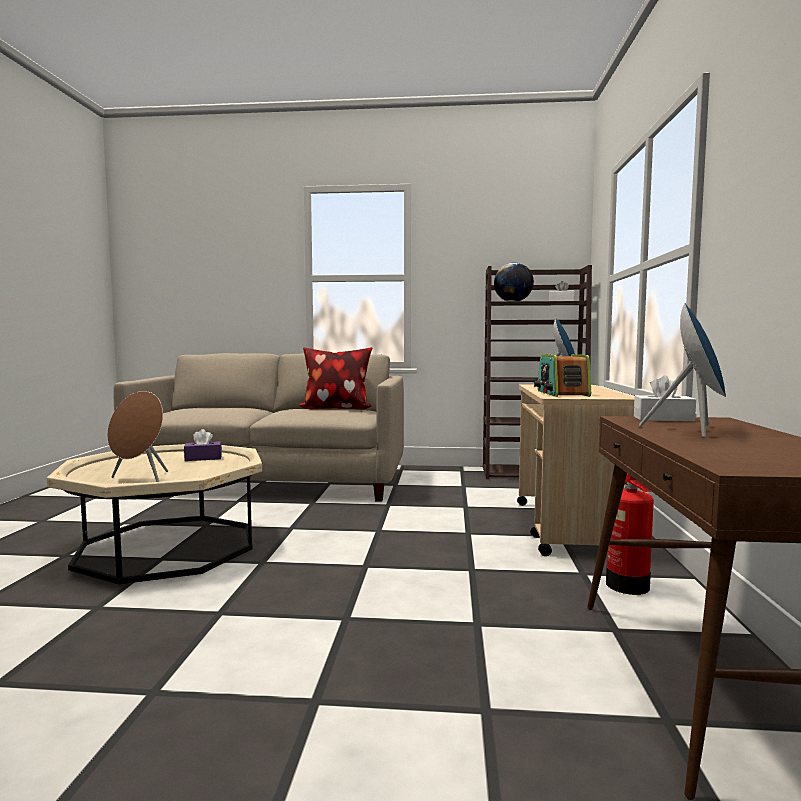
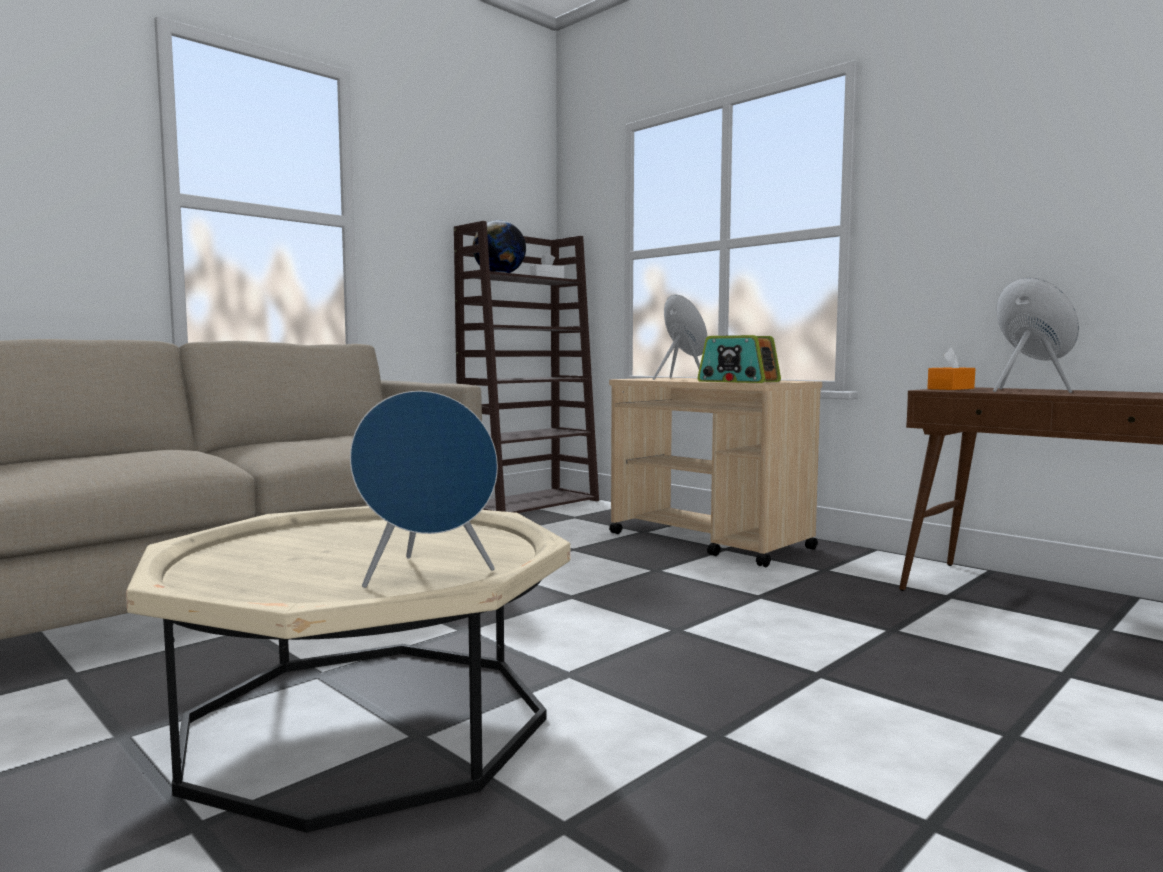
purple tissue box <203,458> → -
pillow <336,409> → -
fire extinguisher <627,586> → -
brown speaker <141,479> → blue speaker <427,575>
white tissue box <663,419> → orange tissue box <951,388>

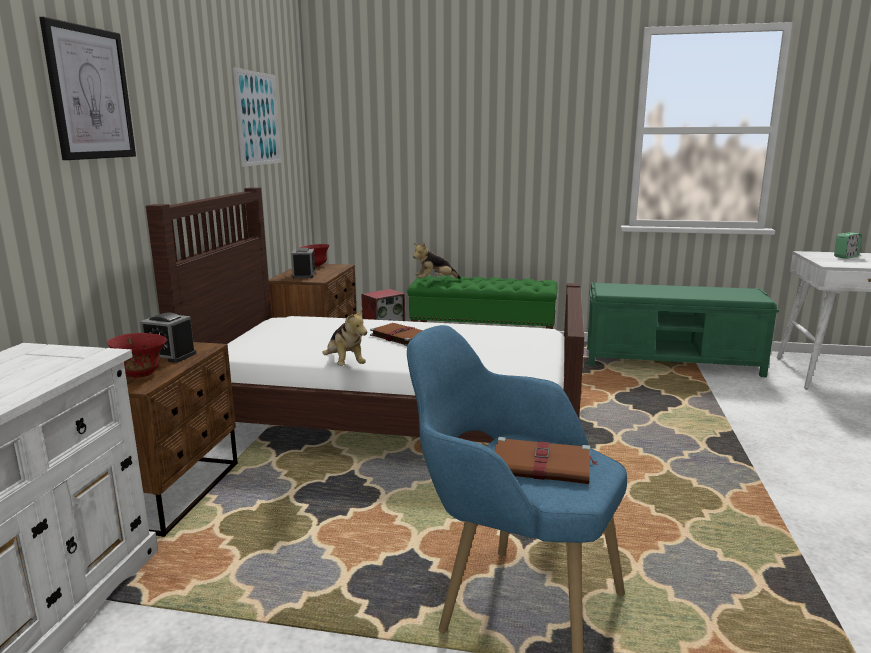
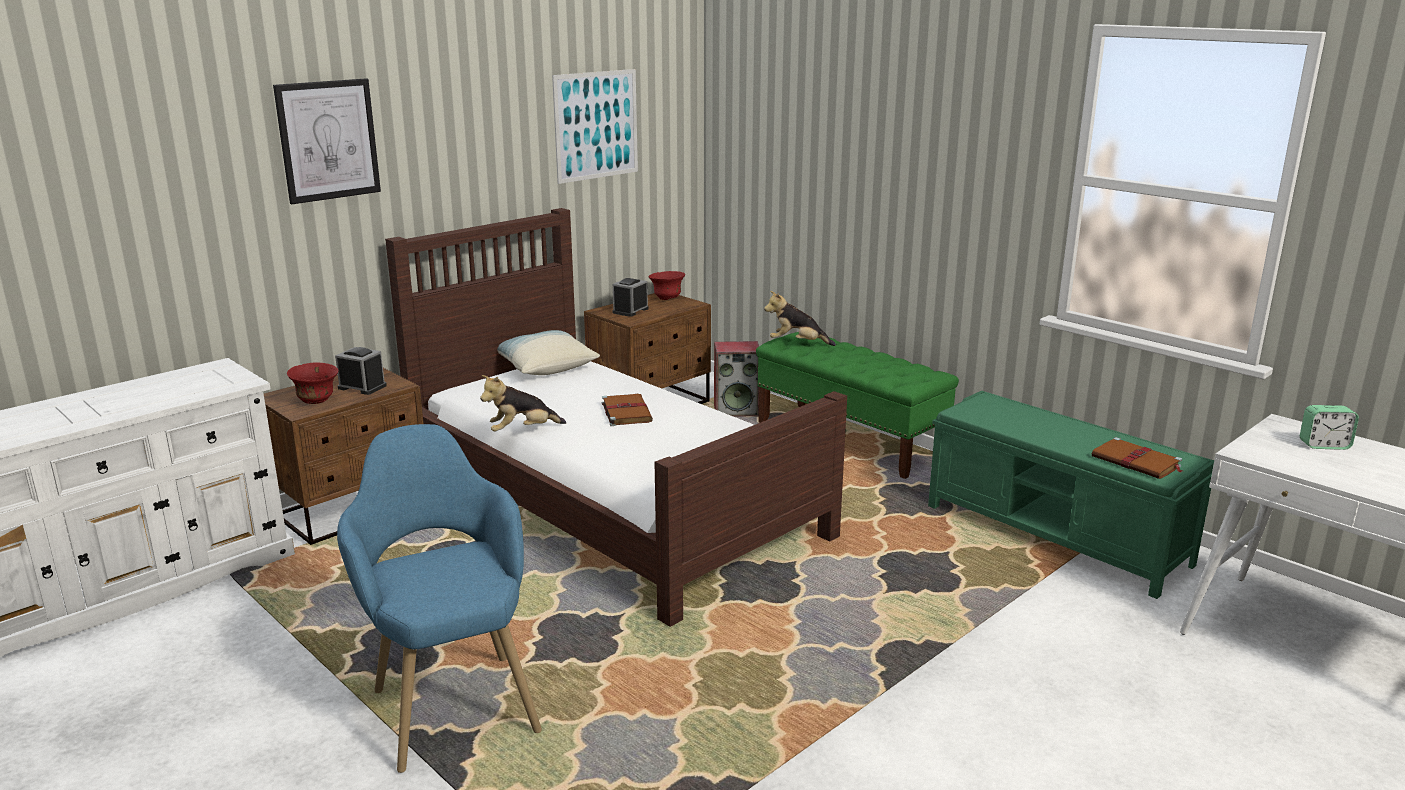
- → pillow <544,367>
brown book <543,465> → brown book <1137,462>, relocated
alarm clock <169,355> → alarm clock <362,387>, 150 degrees clockwise
plush toy <344,364> → plush toy <522,431>, 60 degrees clockwise

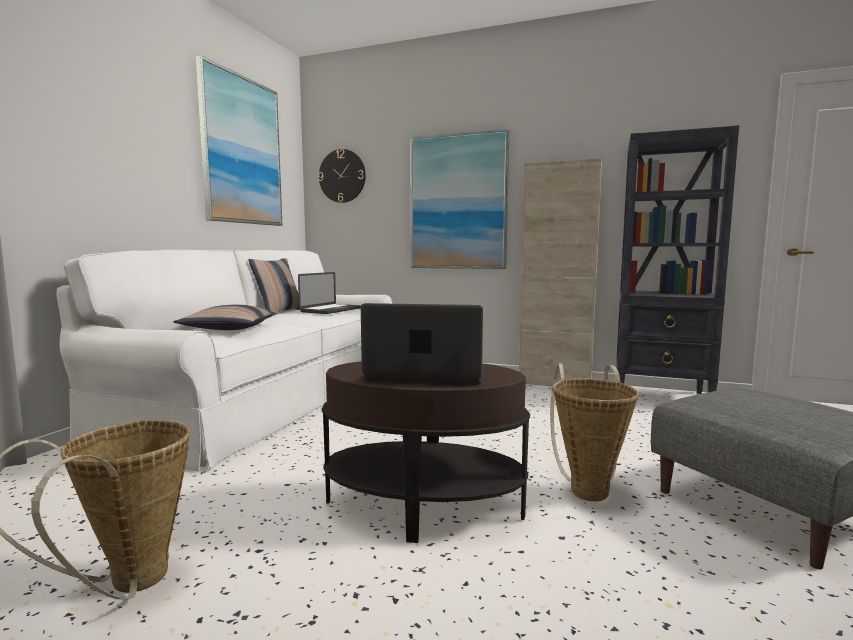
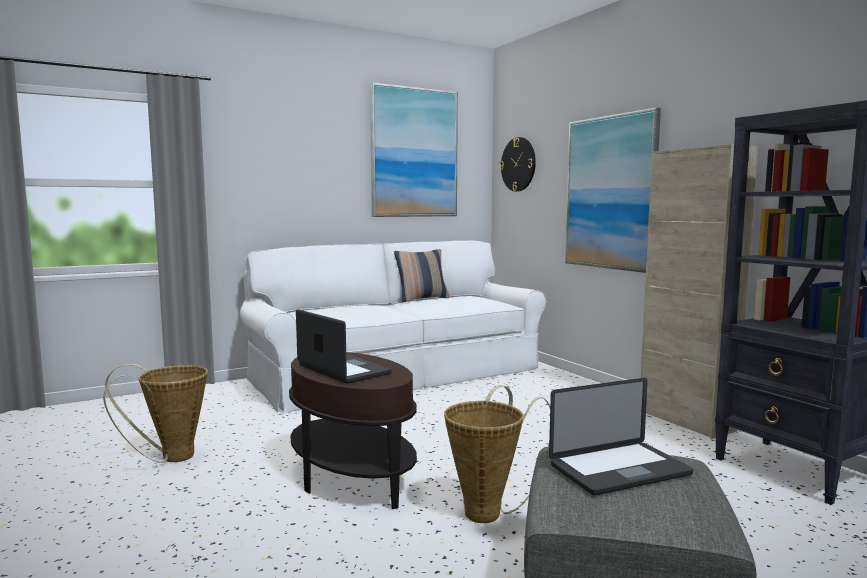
pillow <229,328> → -
laptop <331,310> → laptop <619,470>, relocated

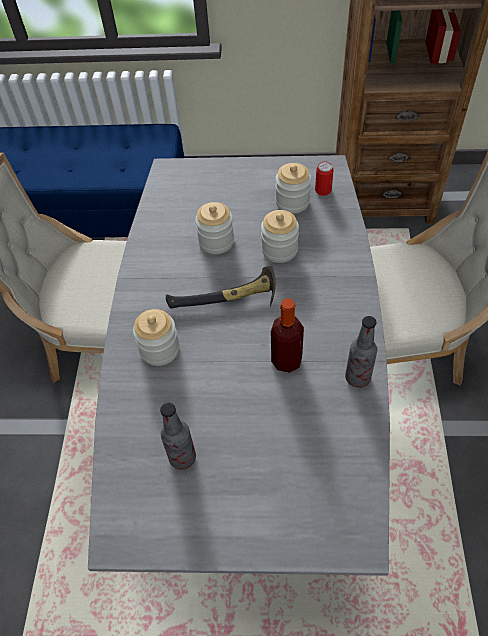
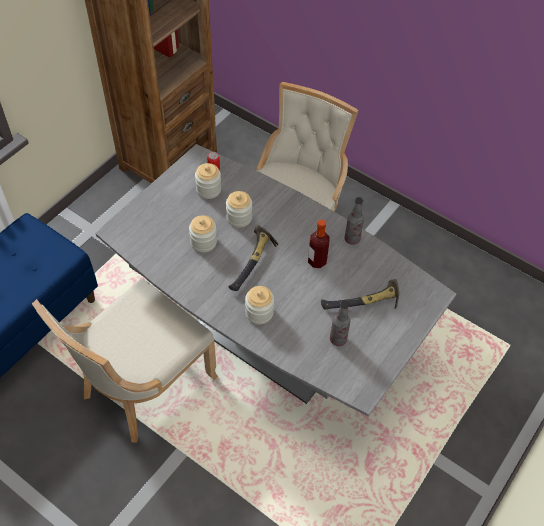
- → hammer <363,304>

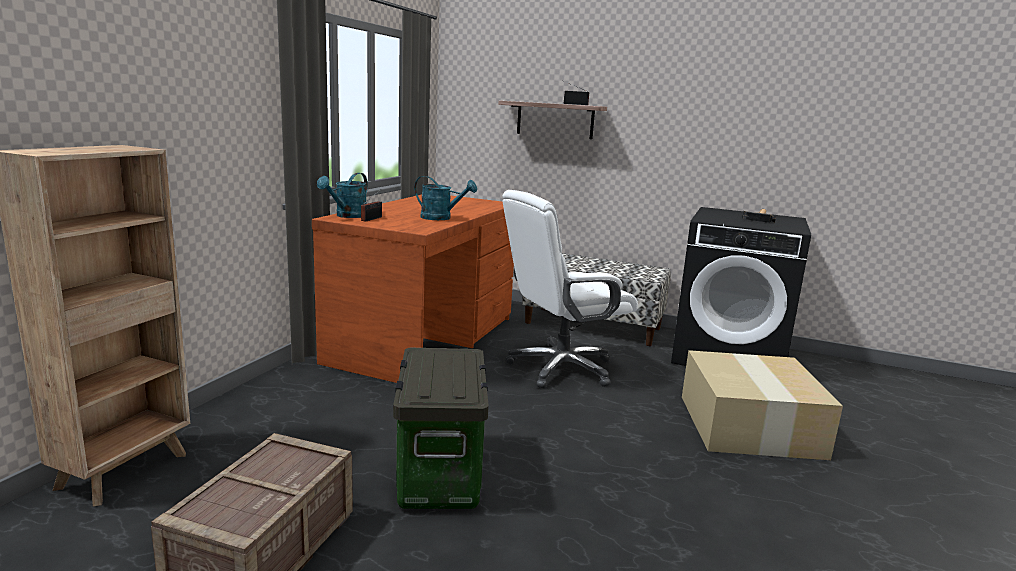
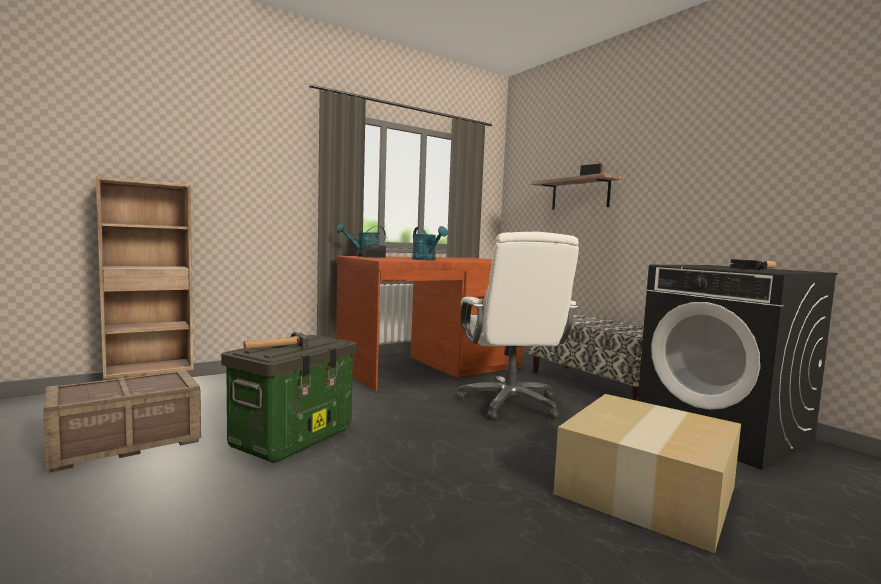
- → hammer <276,347>
white office chair <560,368> → white office chair <510,403>, 105 degrees counterclockwise

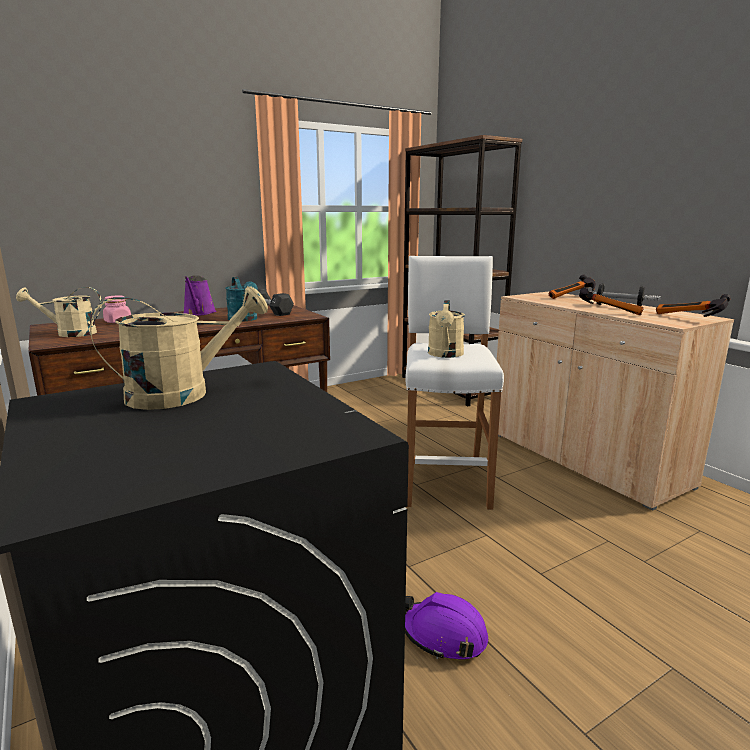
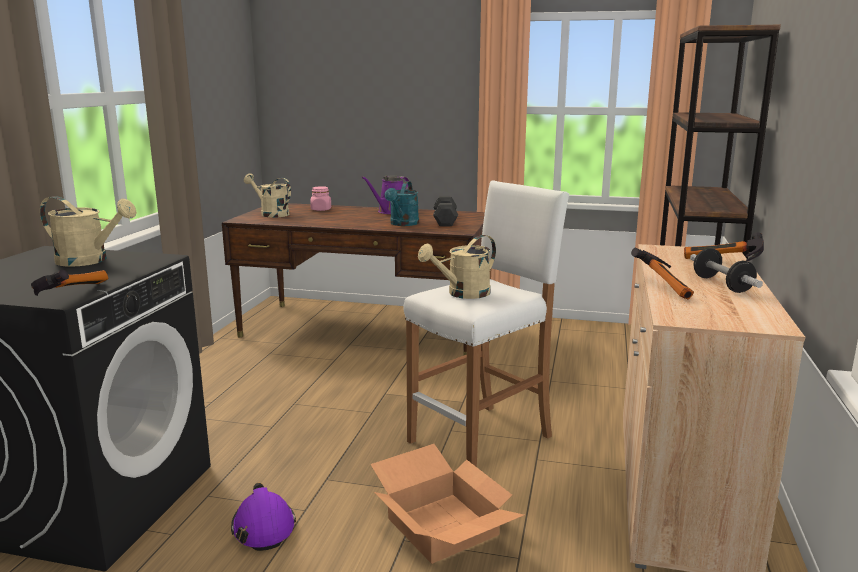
- → cardboard box <444,527>
hammer <687,318> → hammer <71,296>, relocated

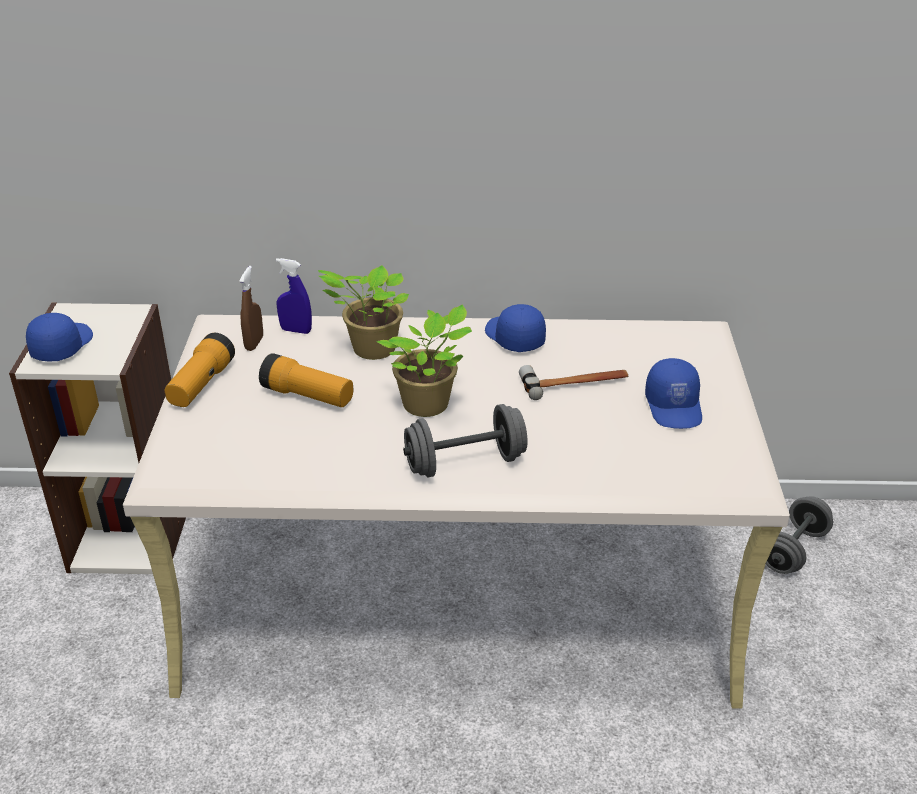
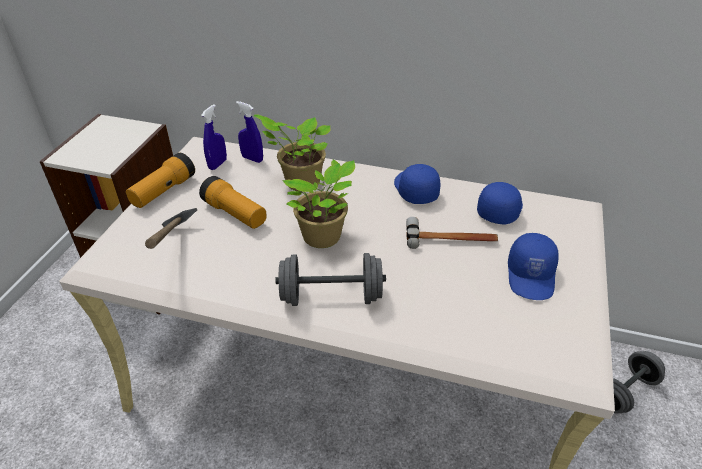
- → hammer <177,255>
blue cap <61,346> → blue cap <499,209>, relocated
brown spray bottle <254,343> → blue spray bottle <217,164>

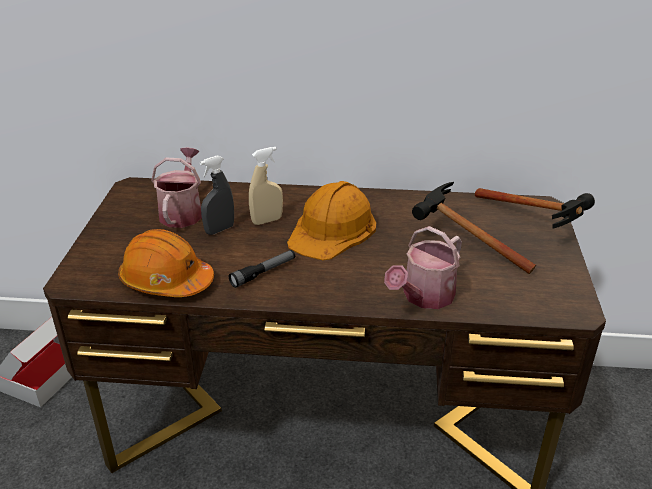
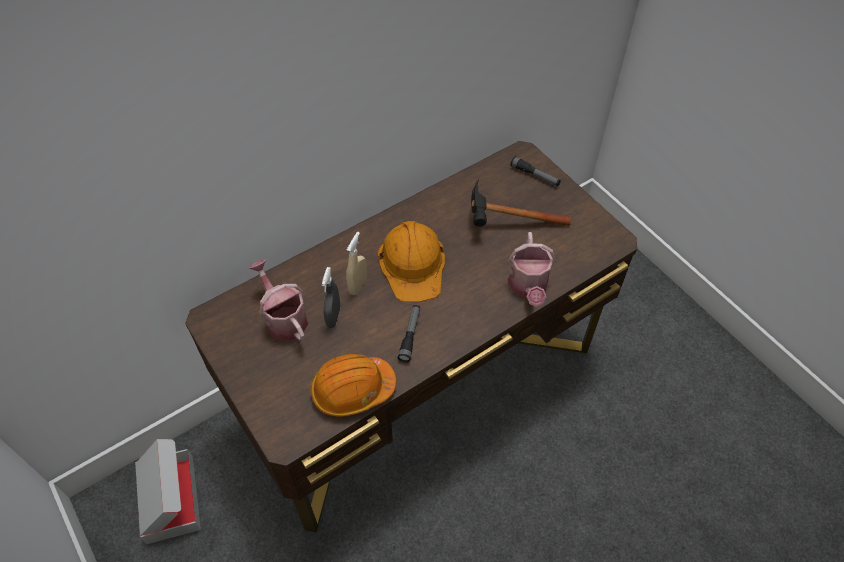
hammer <537,225> → flashlight <535,175>

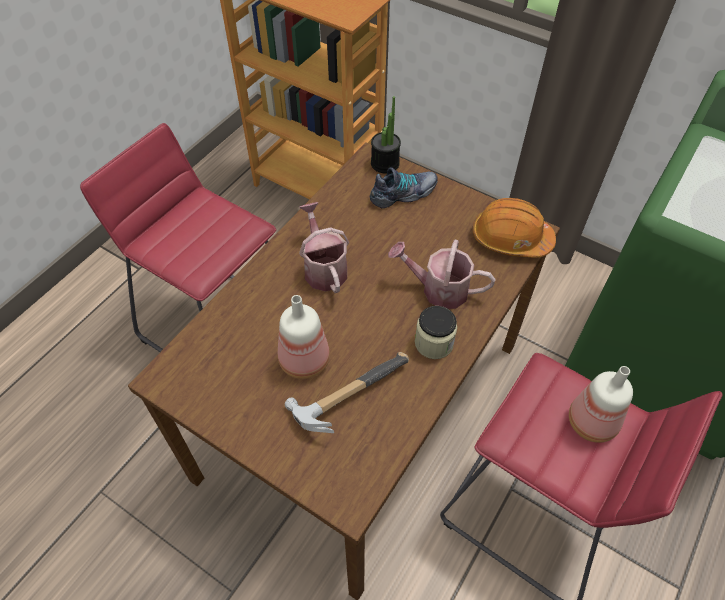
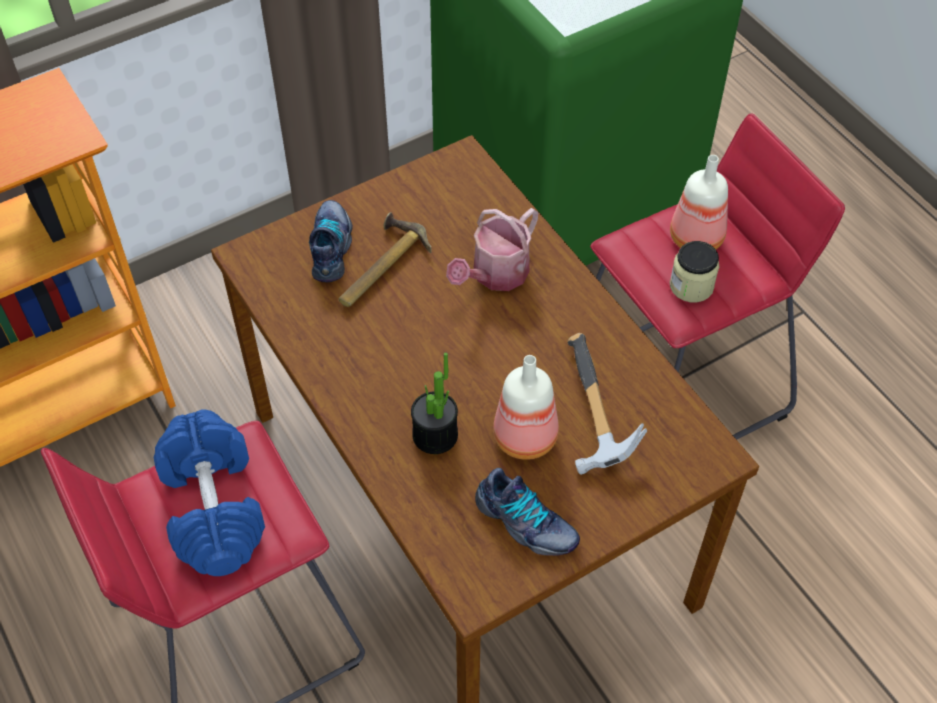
watering can <323,268> → -
orange hard hat <510,238> → -
- → blue dumbbell <214,508>
- → hammer <379,267>
- → shoe <525,523>
potted plant <385,163> → potted plant <435,435>, relocated
jar <434,343> → jar <691,286>, relocated

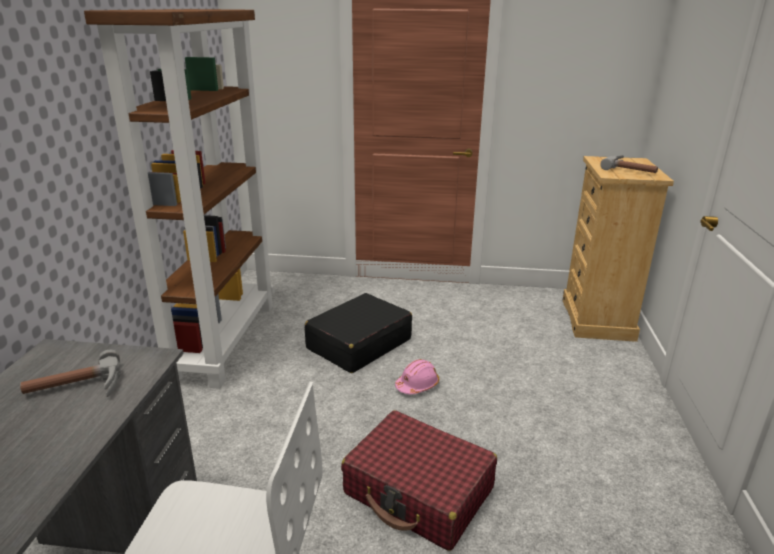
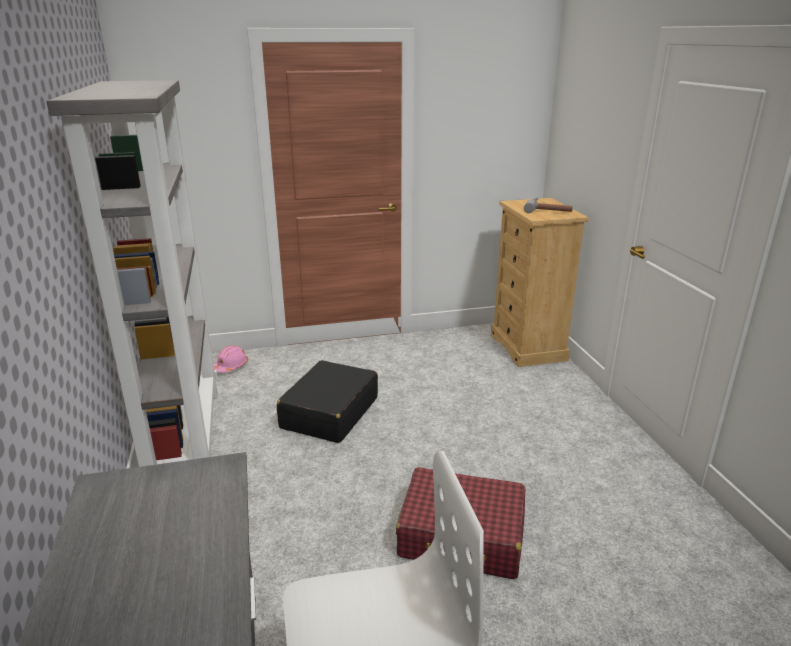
hammer <75,390> → -
pink hard hat <417,385> → pink hard hat <231,366>, relocated
brown bookcase <224,340> → grey bookcase <184,438>

